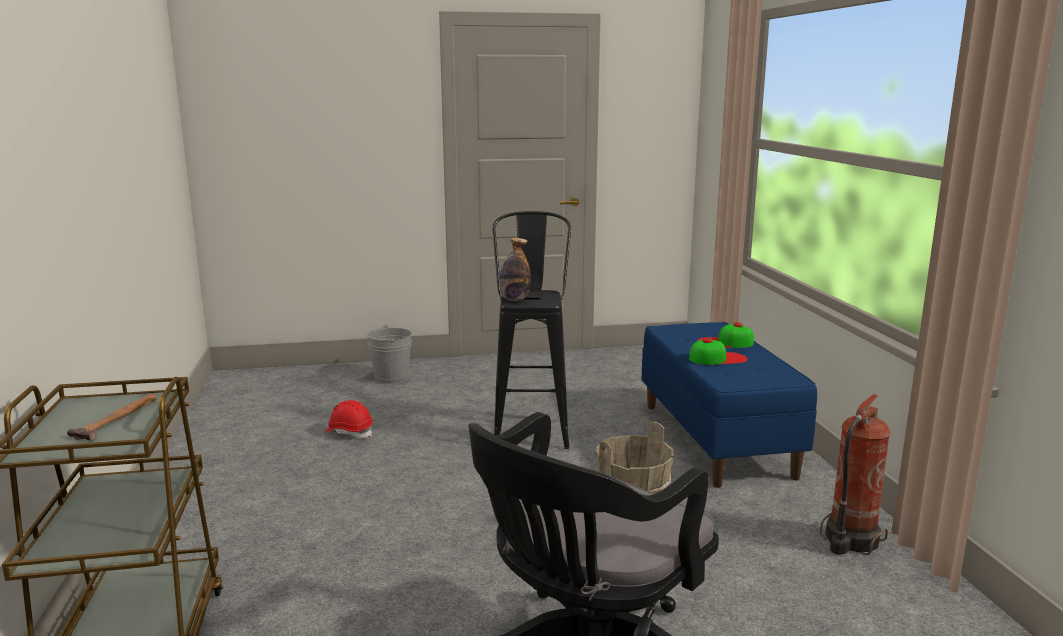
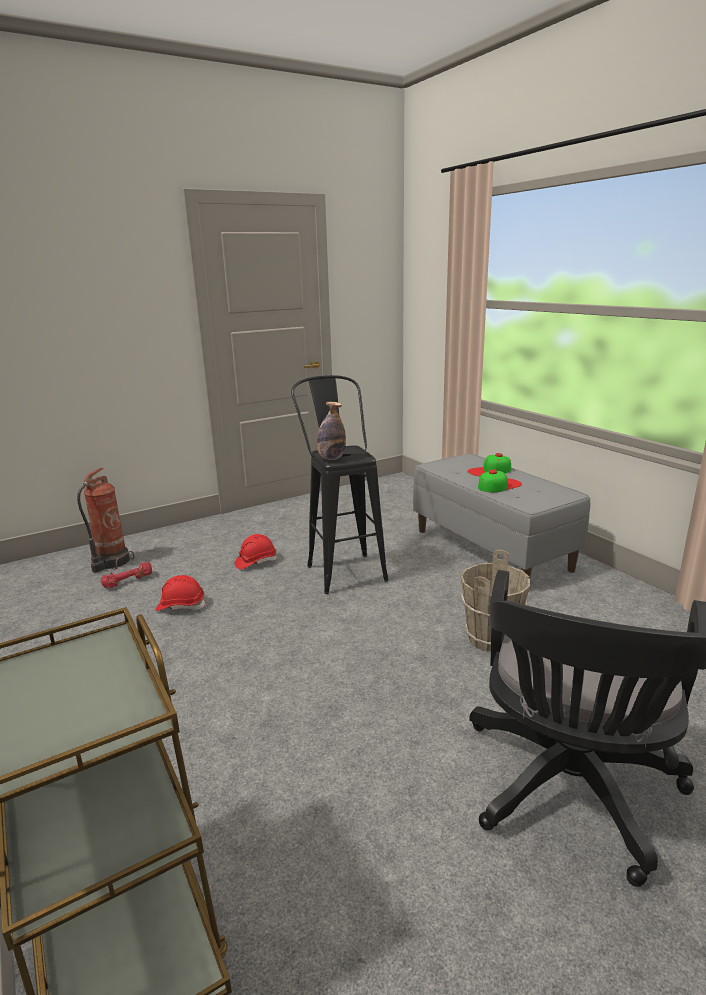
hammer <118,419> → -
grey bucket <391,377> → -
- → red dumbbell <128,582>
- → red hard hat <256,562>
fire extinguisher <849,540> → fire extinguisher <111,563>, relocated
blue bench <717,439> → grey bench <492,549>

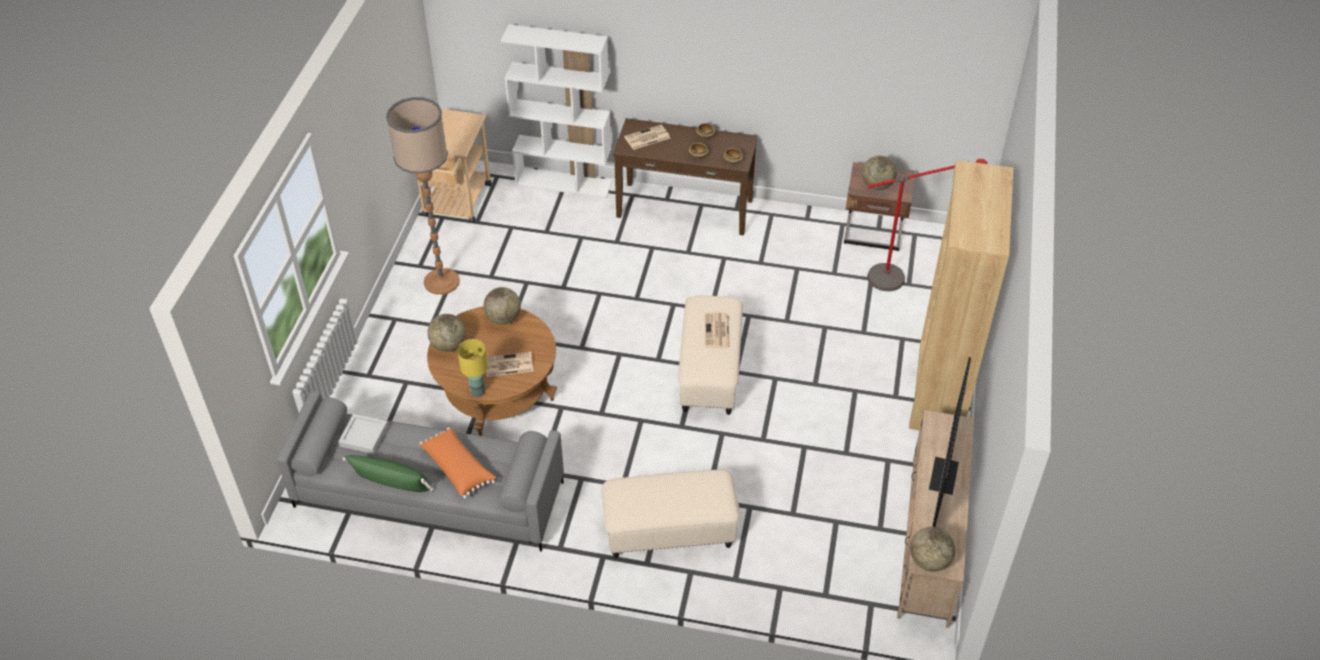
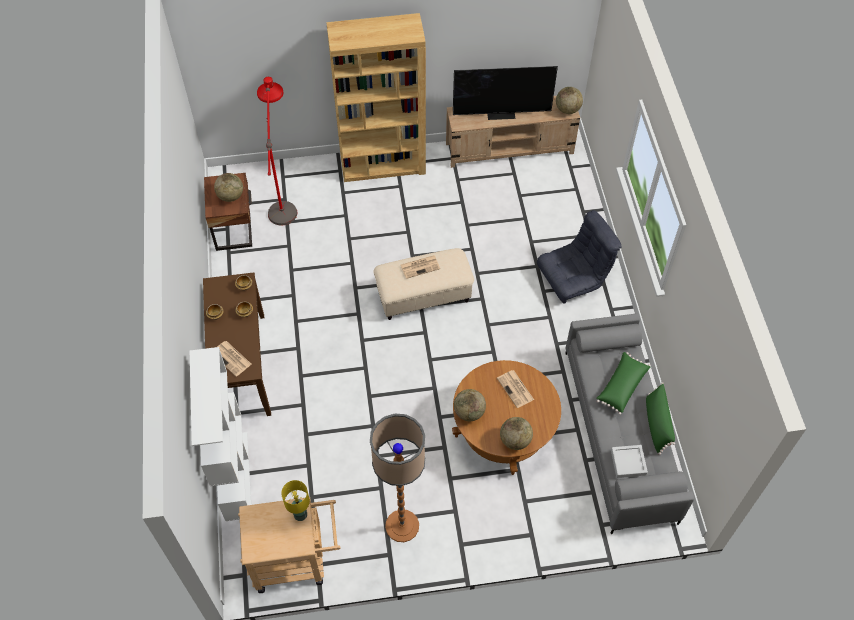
yellow table lamp <477,392> → yellow table lamp <301,514>, relocated
beige ottoman <669,532> → grey armchair <573,279>
orange pillow <458,468> → green pillow <621,386>

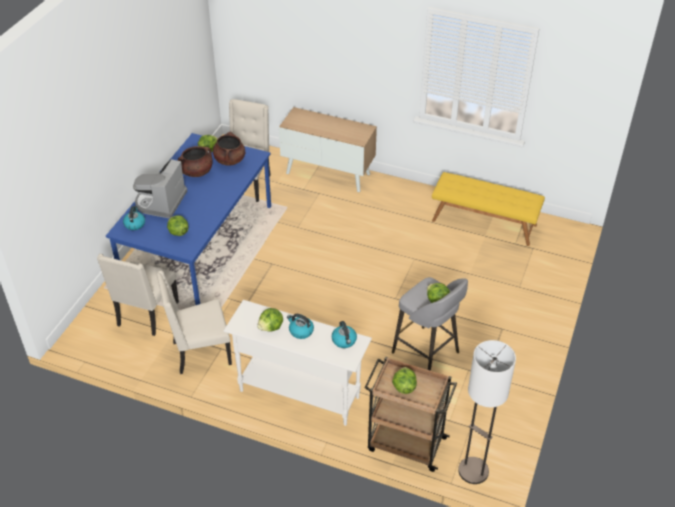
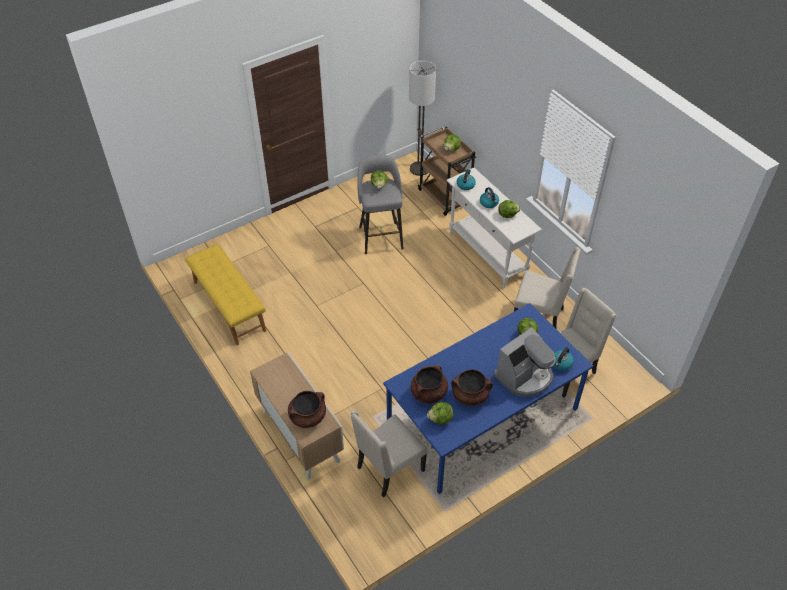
- → brown cooking pot <308,417>

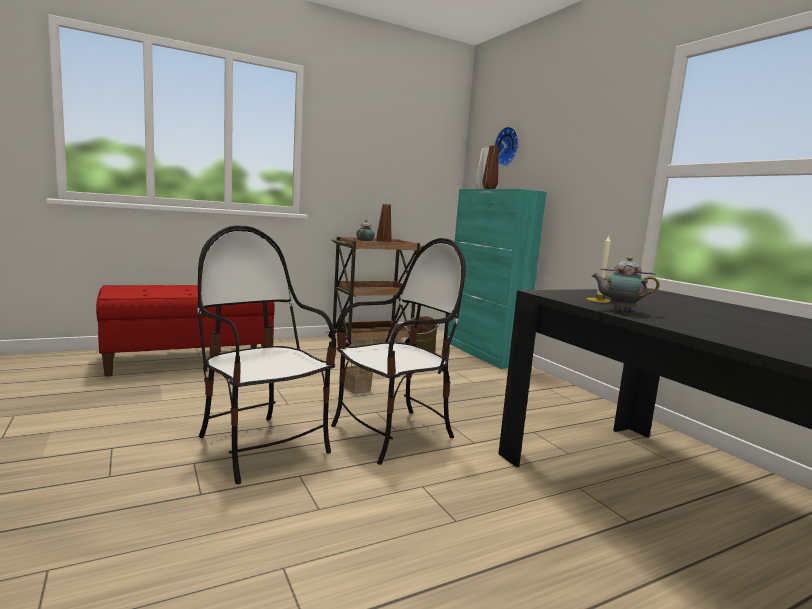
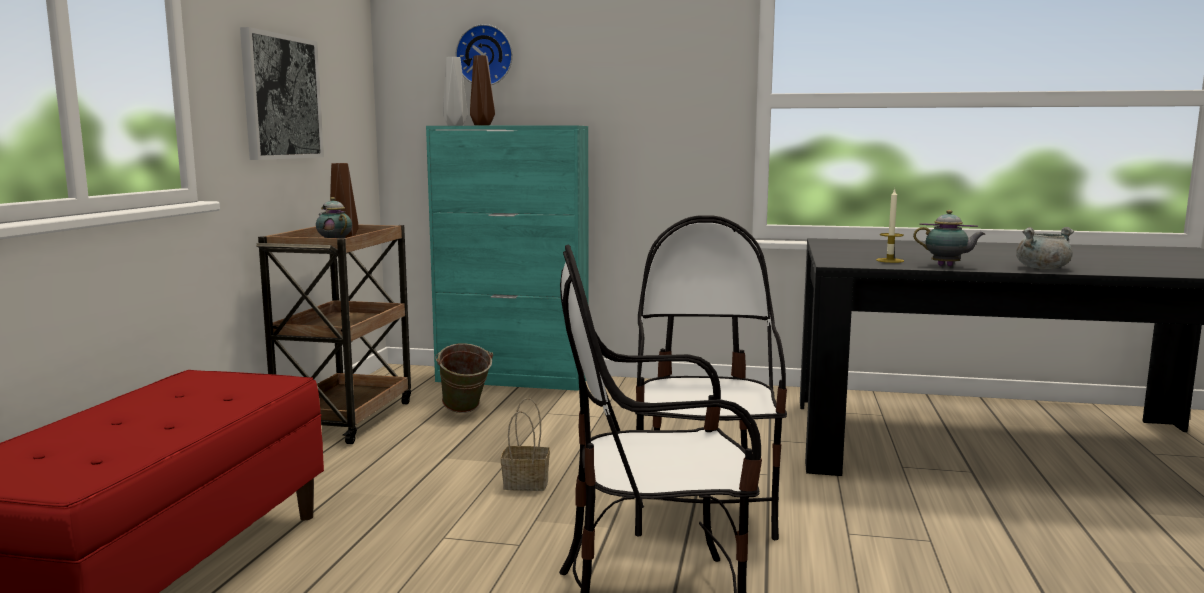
- → picture <281,97>
- → grey cooking pot <1042,268>
teapot <619,310> → teapot <947,266>, 120 degrees counterclockwise

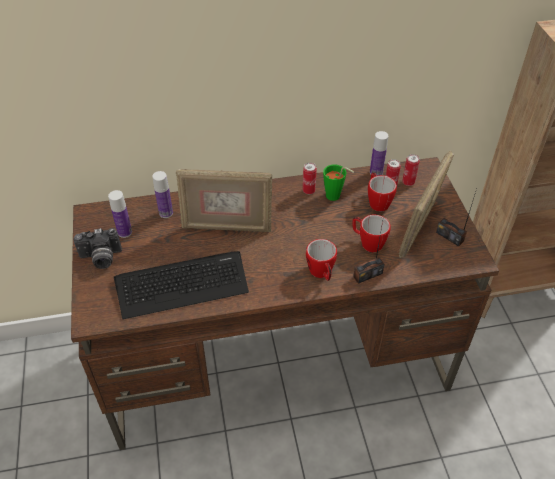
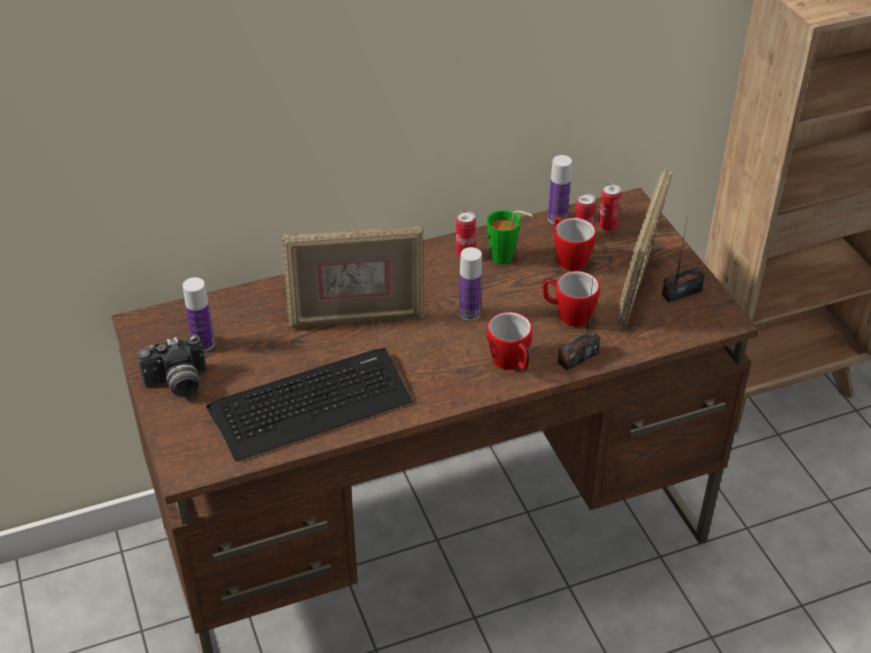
bottle <166,213> → bottle <469,313>, relocated
radio <449,236> → radio <681,293>, 120 degrees clockwise

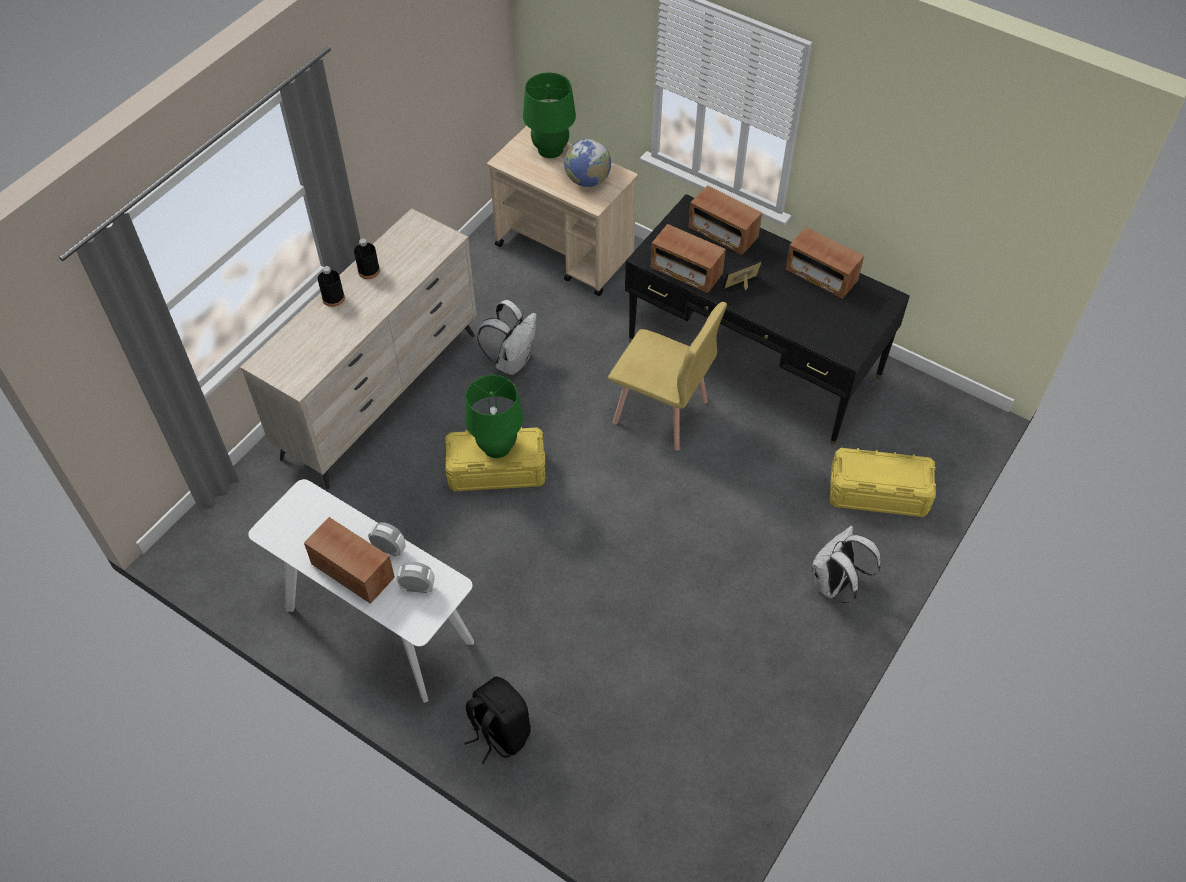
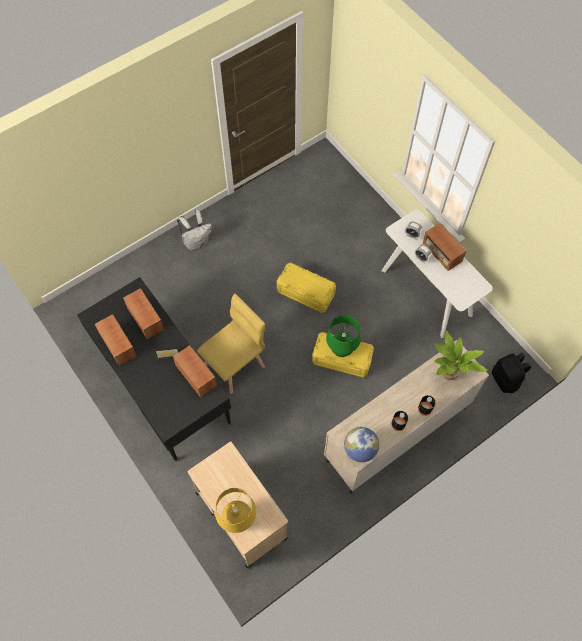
white backpack <512,361> → -
- → potted plant <447,377>
black backpack <499,732> → black backpack <506,379>, relocated
globe <587,180> → globe <360,449>, relocated
radio <722,233> → radio <145,319>, relocated
yellow storage box <878,493> → yellow storage box <305,292>, relocated
green table lamp <550,149> → yellow table lamp <237,519>
yellow chair <661,413> → yellow chair <235,365>, 90 degrees clockwise

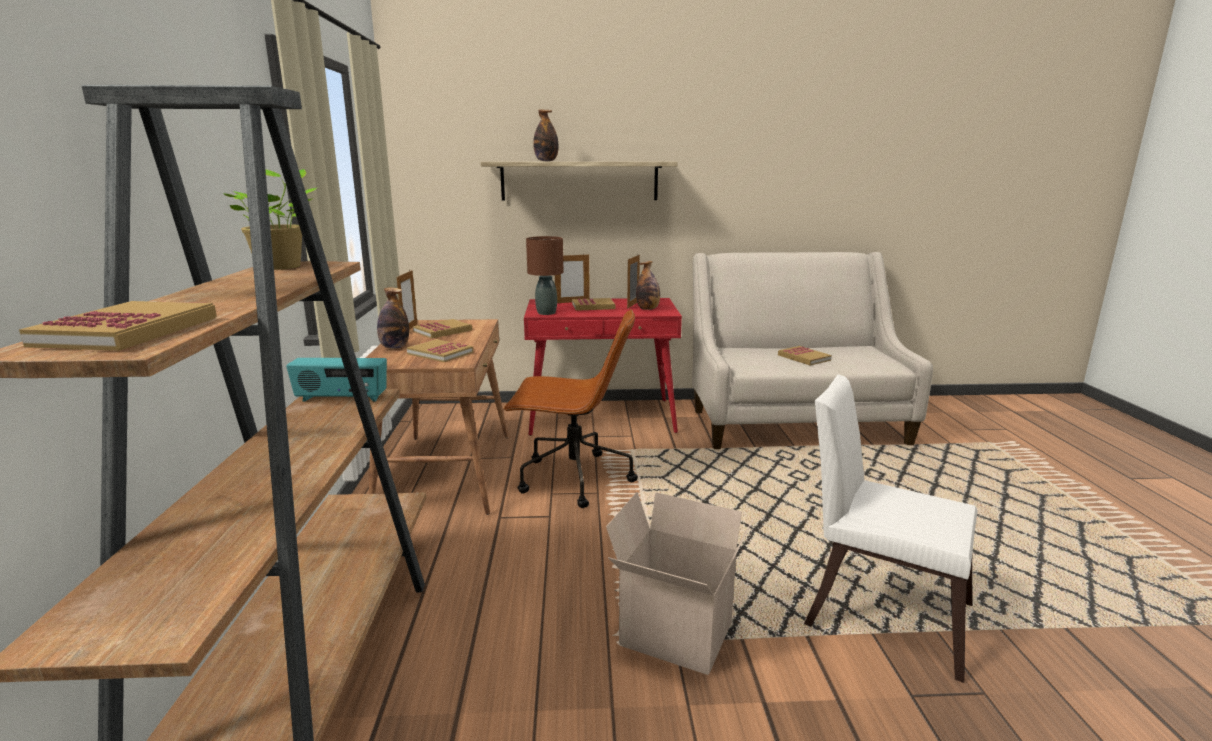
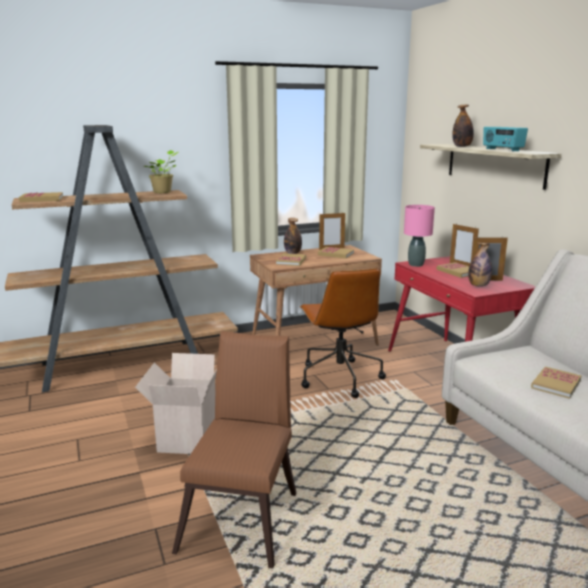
radio <341,399> → radio <502,150>, relocated
brown table lamp <546,313> → pink table lamp <415,264>
white chair <877,609> → brown chair <243,515>

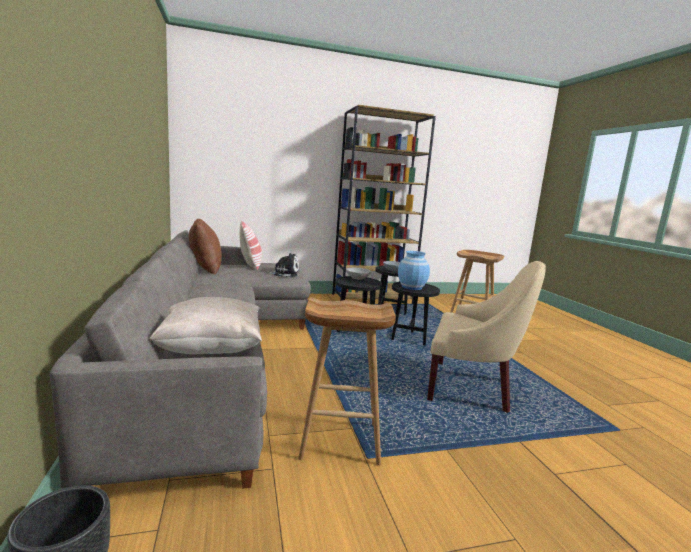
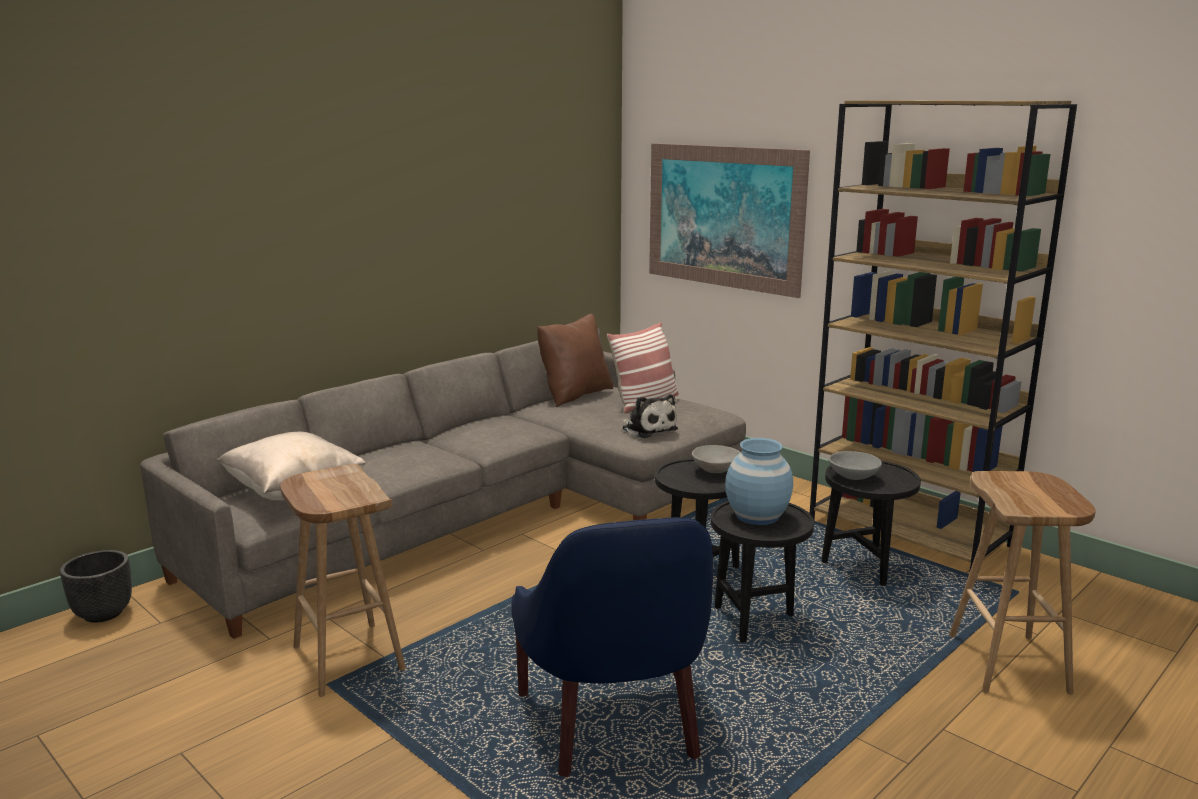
- → picture <723,217>
beige armchair <471,388> → blue armchair <615,725>

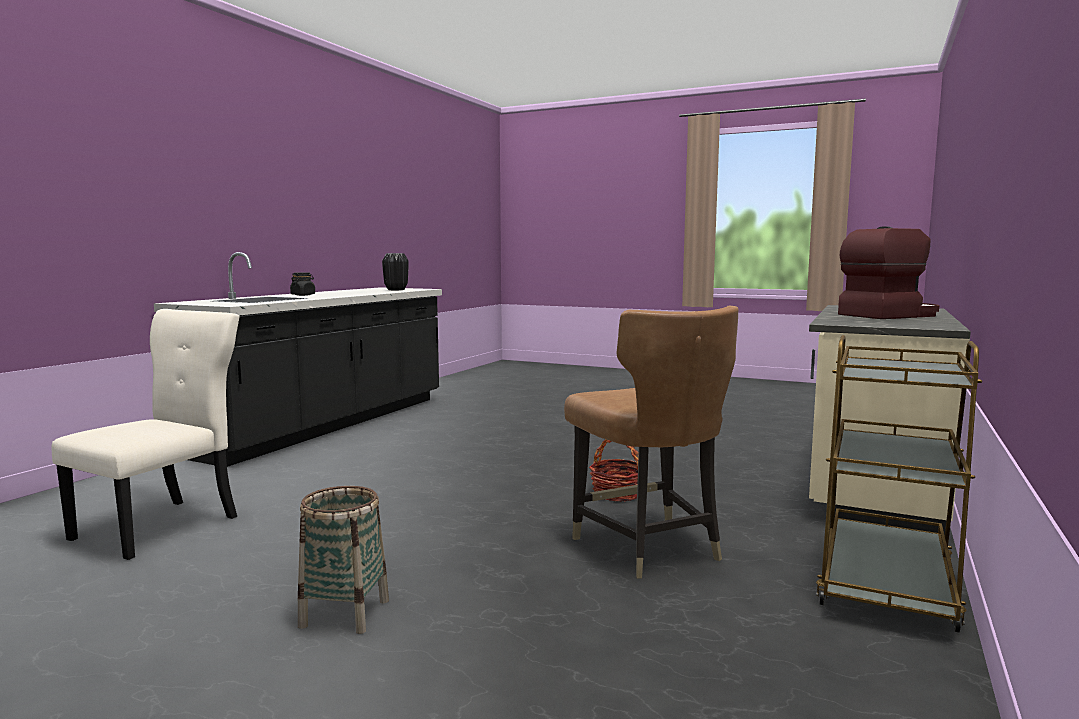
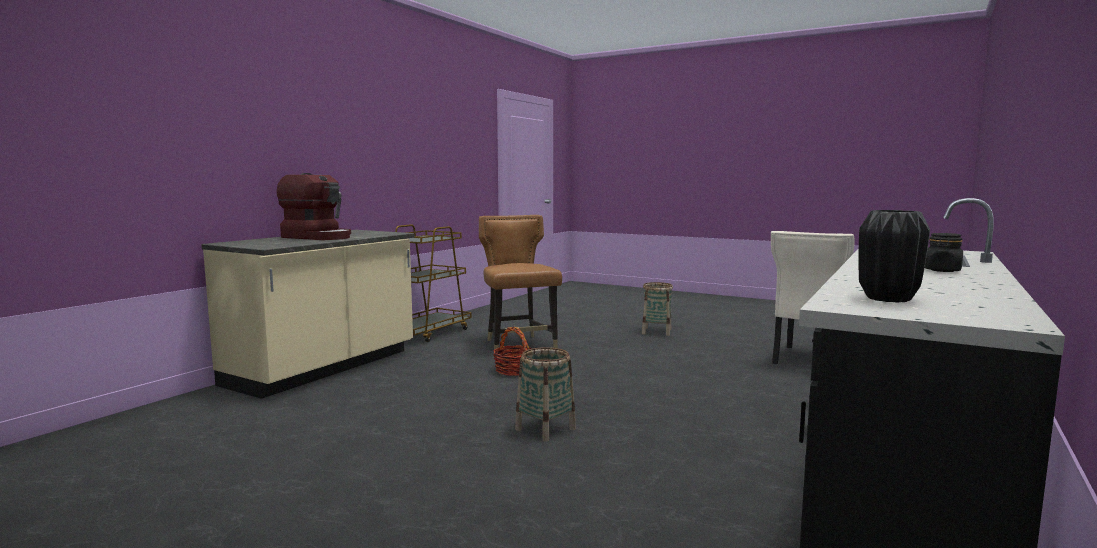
- → basket <545,429>
coffee machine <888,315> → coffee machine <318,237>, 135 degrees counterclockwise

